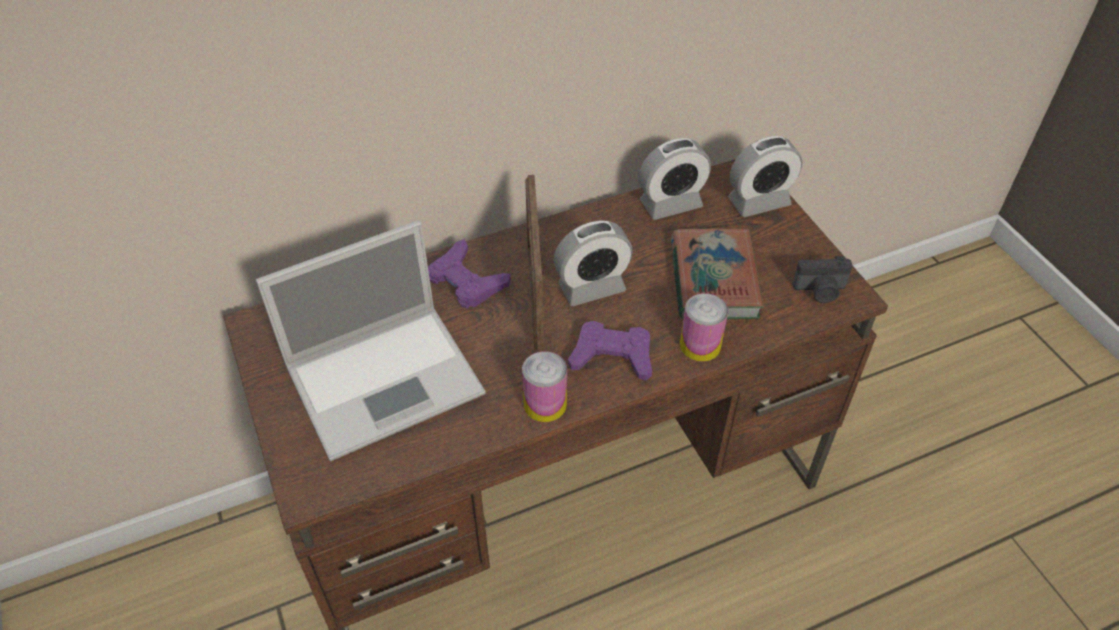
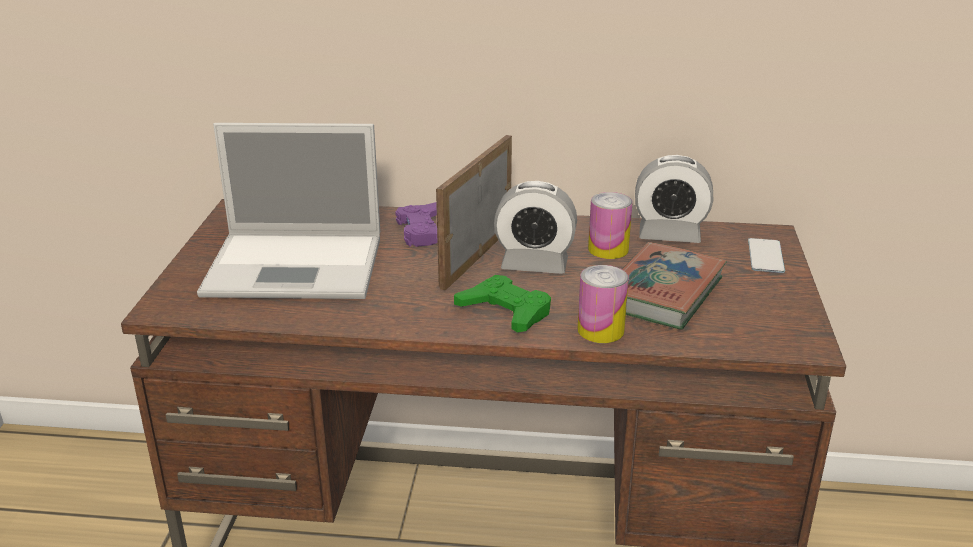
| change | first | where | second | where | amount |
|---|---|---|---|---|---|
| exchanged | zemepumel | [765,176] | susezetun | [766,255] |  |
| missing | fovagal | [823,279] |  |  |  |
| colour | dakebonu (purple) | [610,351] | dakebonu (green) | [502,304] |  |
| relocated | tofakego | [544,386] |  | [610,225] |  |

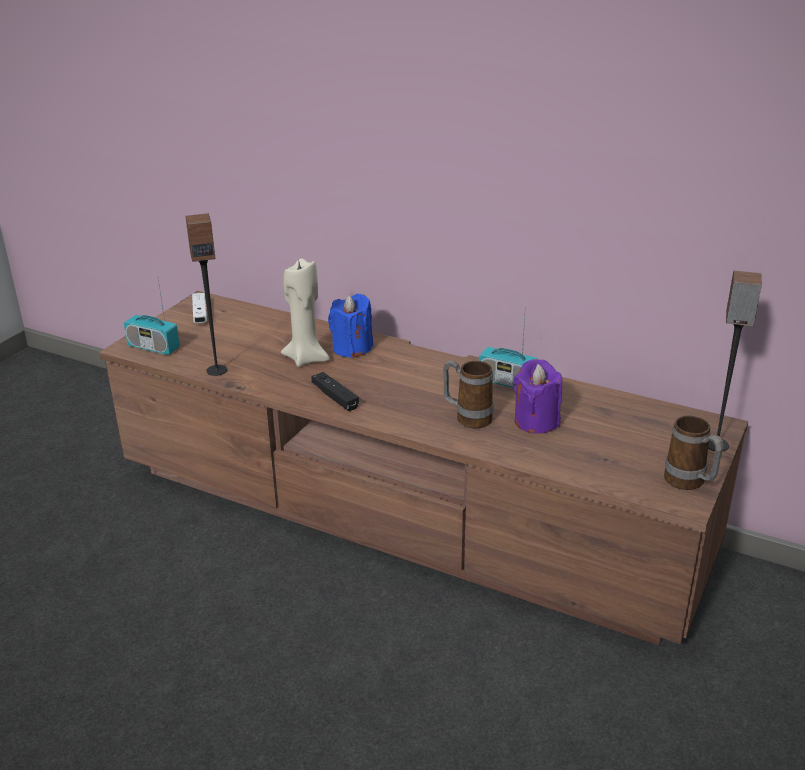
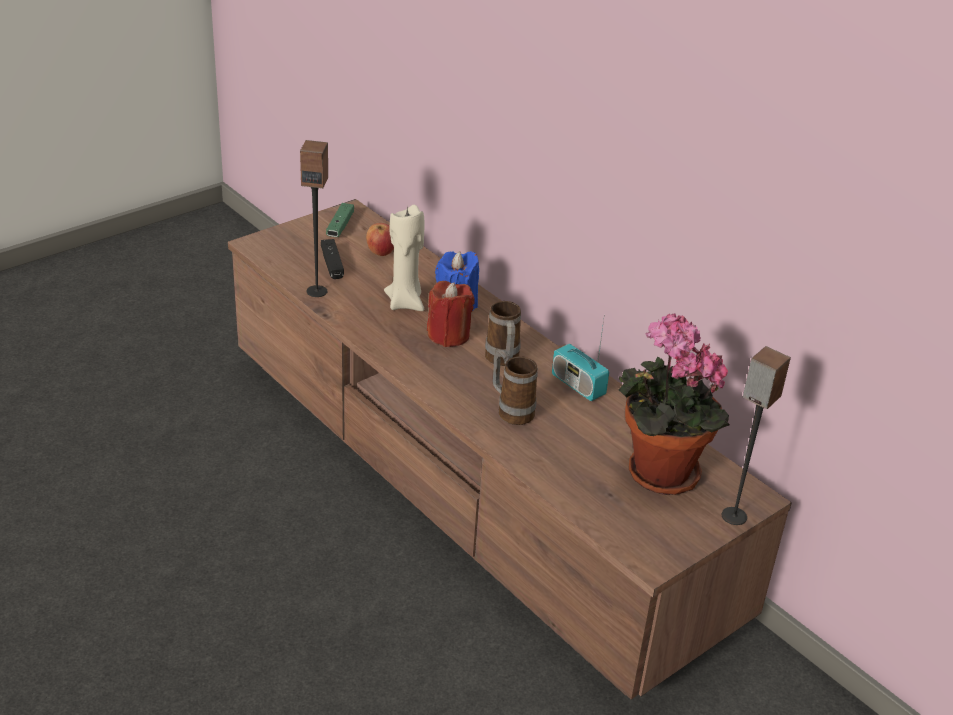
| change | first | where | second | where | amount |
|---|---|---|---|---|---|
| missing | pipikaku | [152,317] |  |  |  |
| colour | dakebonu (white) | [199,308] | dakebonu (green) | [340,220] |  |
| missing | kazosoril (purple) | [538,396] |  |  |  |
| relocated | dakebonu (black) | [335,391] |  | [332,259] |  |
| relocated | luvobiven | [694,452] |  | [503,333] |  |
| appeared |  |  | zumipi | [380,239] |  |
| appeared |  |  | kazosoril (red) | [451,314] |  |
| appeared |  |  | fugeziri | [674,404] |  |

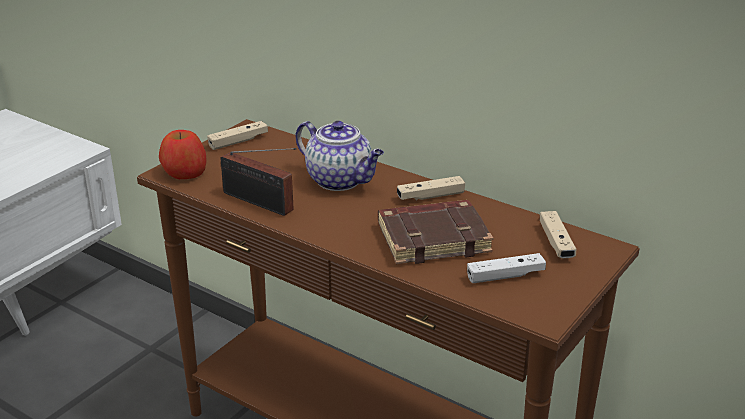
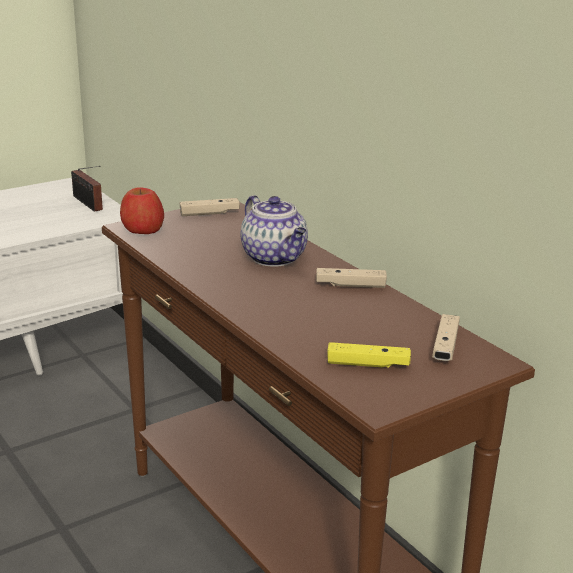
| change | first | where | second | where | amount |
|---|---|---|---|---|---|
| relocated | pipikaku | [258,182] |  | [87,189] |  |
| missing | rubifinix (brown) | [436,232] |  |  |  |
| colour | dakebonu (white) | [506,268] | dakebonu (yellow) | [369,355] |  |

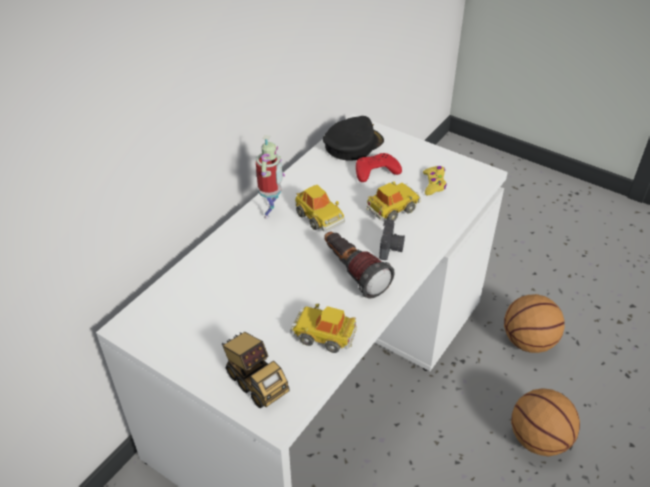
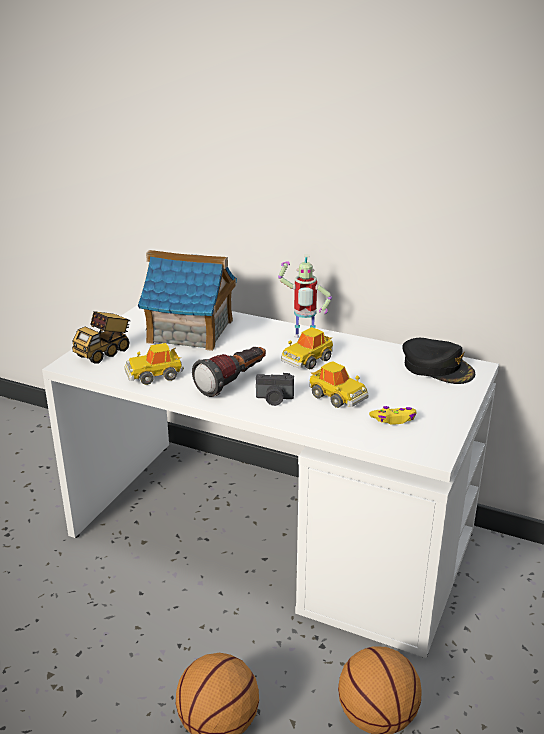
| change | first | where | second | where | amount |
|---|---|---|---|---|---|
| missing | dakebonu (red) | [379,167] |  |  |  |
| spun | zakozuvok | [323,328] |  | [154,364] | 120 degrees counterclockwise |
| appeared |  |  | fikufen | [187,300] |  |

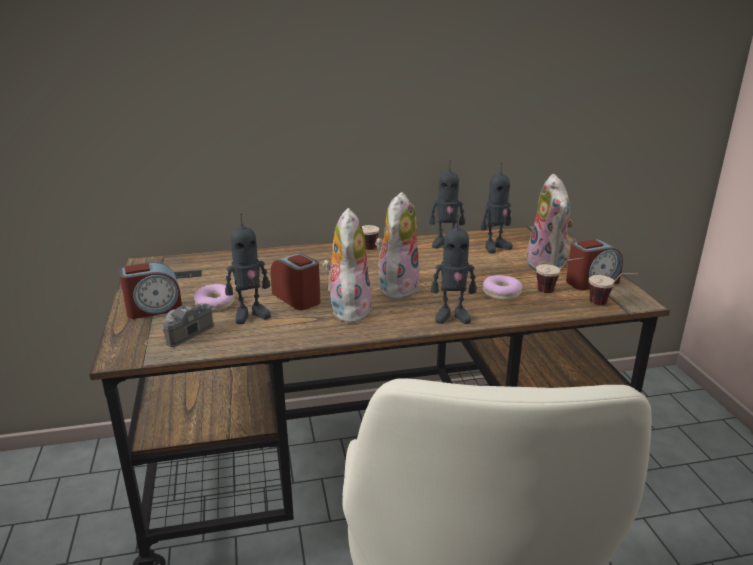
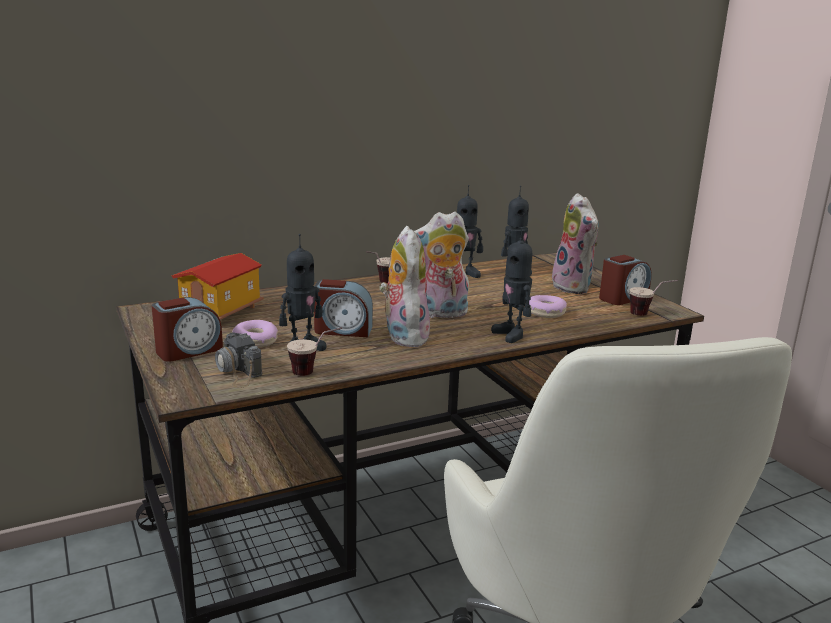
| change | first | where | second | where | amount |
|---|---|---|---|---|---|
| spun | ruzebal | [397,246] |  | [441,264] | 105 degrees counterclockwise |
| spun | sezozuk | [454,269] |  | [511,285] | 75 degrees clockwise |
| spun | zemepumel | [295,281] |  | [343,308] | 150 degrees clockwise |
| relocated | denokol | [560,275] |  | [314,351] |  |
| spun | fovagal | [179,325] |  | [238,360] | 60 degrees counterclockwise |
| appeared |  |  | fikufen | [217,286] |  |

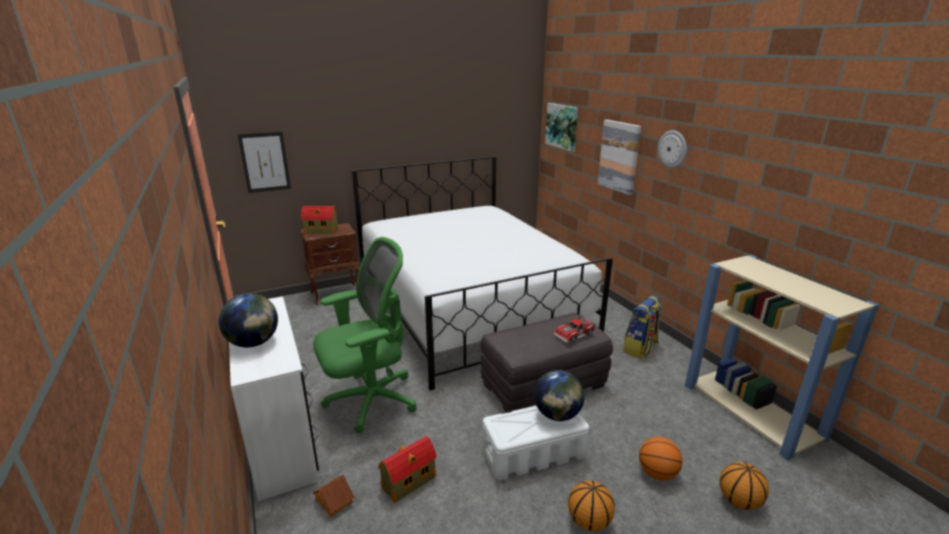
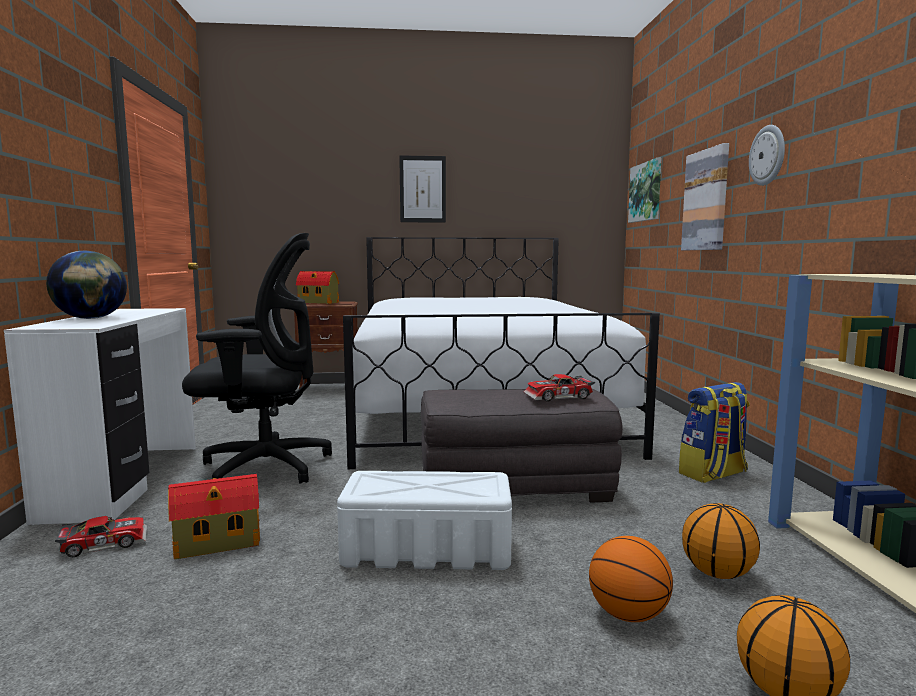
| change | first | where | second | where | amount |
|---|---|---|---|---|---|
| relocated | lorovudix | [264,162] |  | [422,189] |  |
| colour | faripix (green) | [365,335] | faripix (black) | [257,358] |  |
| missing | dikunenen | [559,395] |  |  |  |
| exchanged | fikufen | [334,495] | zakozuvok | [101,536] |  |
| relocated | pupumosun | [591,506] |  | [721,541] |  |

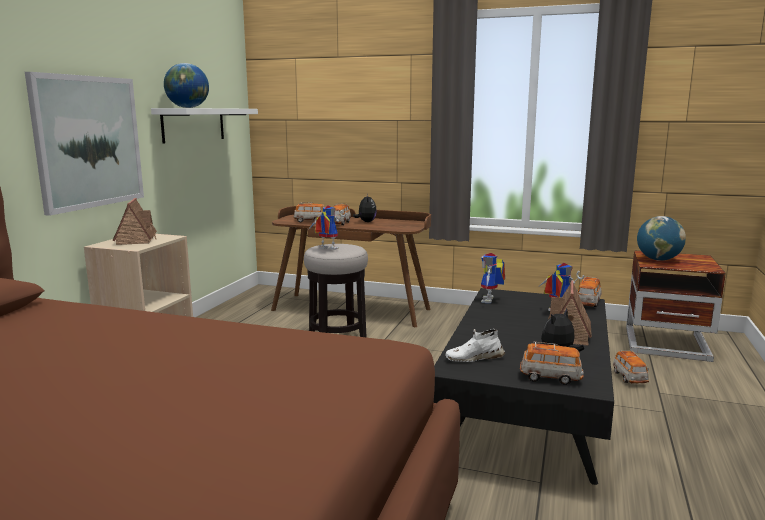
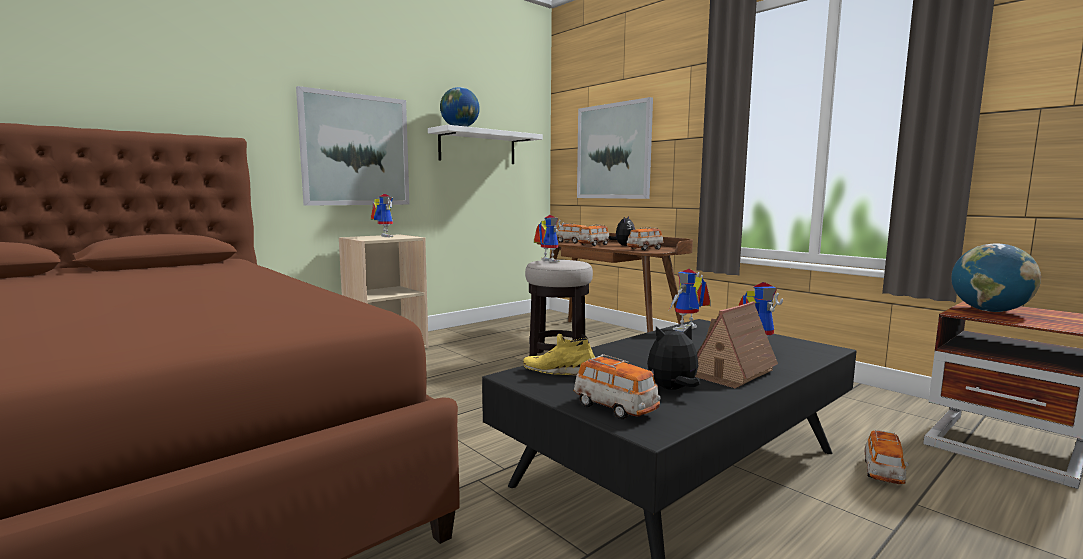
| change | first | where | second | where | amount |
|---|---|---|---|---|---|
| exchanged | fikufen | [134,221] | sezozuk | [382,215] |  |
| relocated | zakozuvok | [589,291] |  | [645,239] |  |
| colour | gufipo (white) | [475,345] | gufipo (yellow) | [559,355] |  |
| appeared |  |  | lorovudix | [615,148] |  |

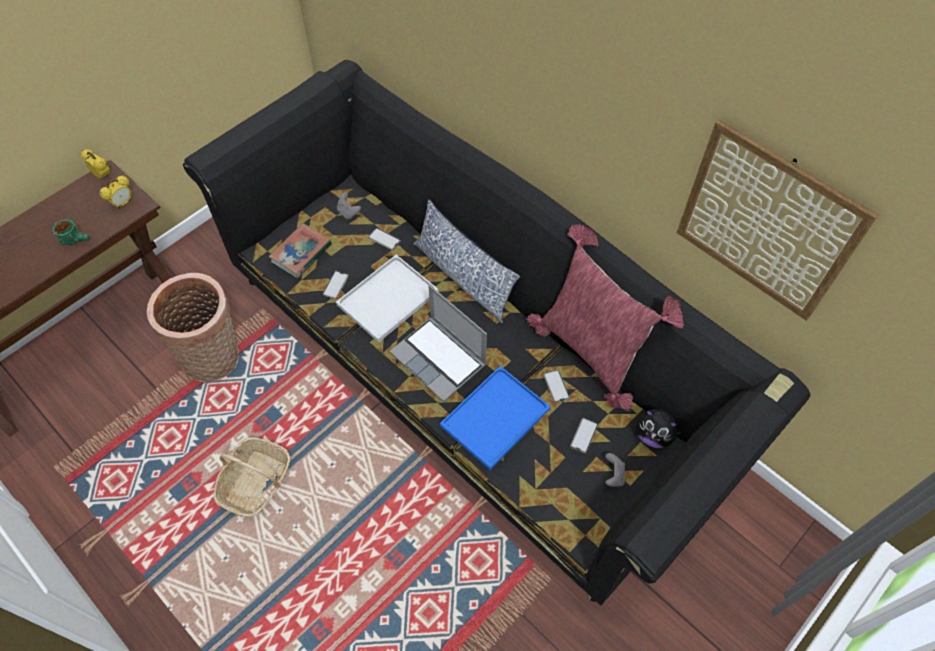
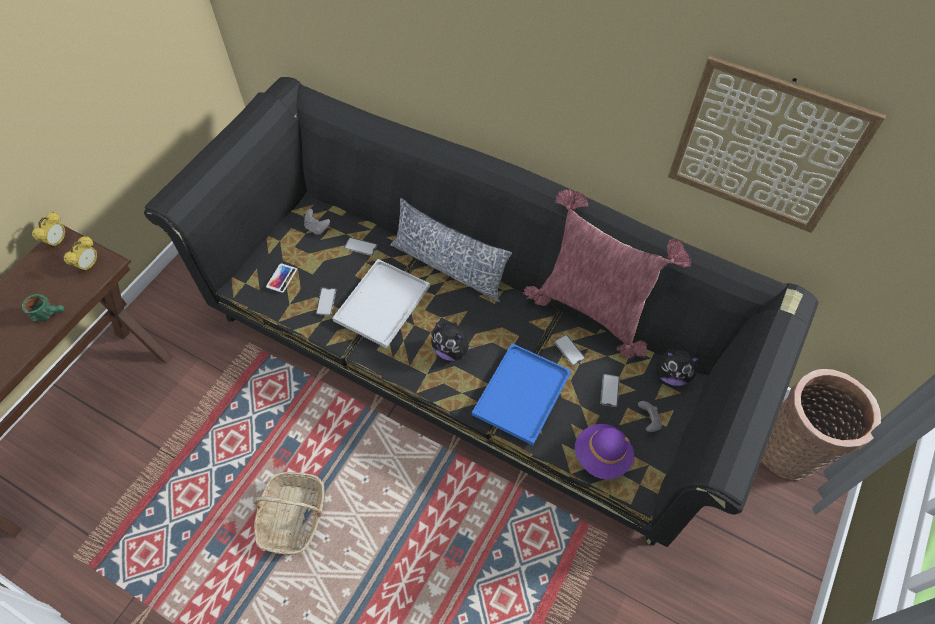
| change | first | where | second | where | amount |
|---|---|---|---|---|---|
| spun | zemepumel | [95,164] |  | [48,230] | 90 degrees clockwise |
| exchanged | rubifinix | [300,250] | susezetun | [281,278] |  |
| relocated | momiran | [192,328] |  | [821,424] |  |
| exchanged | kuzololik | [438,343] | ruzebal | [453,341] |  |
| appeared |  |  | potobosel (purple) | [604,451] |  |

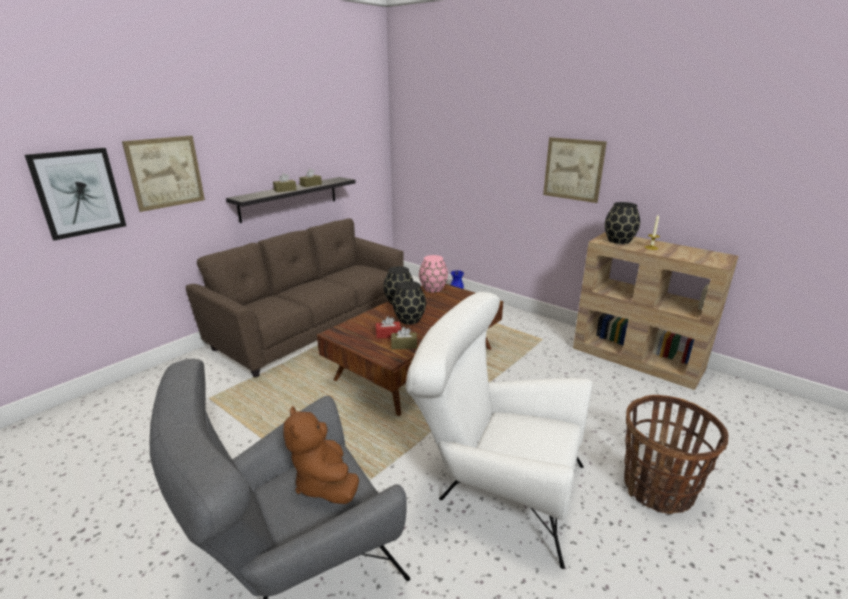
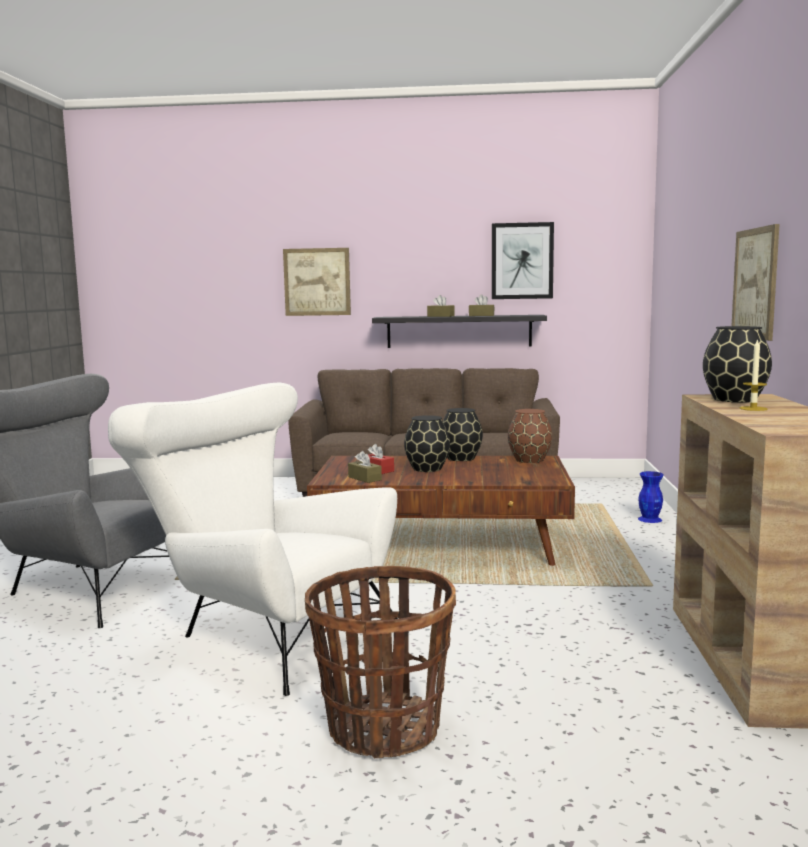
| change | first | where | second | where | amount |
|---|---|---|---|---|---|
| relocated | lorovudix | [75,194] |  | [523,260] |  |
| colour | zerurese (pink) | [433,274] | zerurese (brown) | [530,436] |  |
| spun | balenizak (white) | [499,430] |  | [253,539] | 45 degrees counterclockwise |
| missing | ruzebal (brown) | [321,455] |  |  |  |

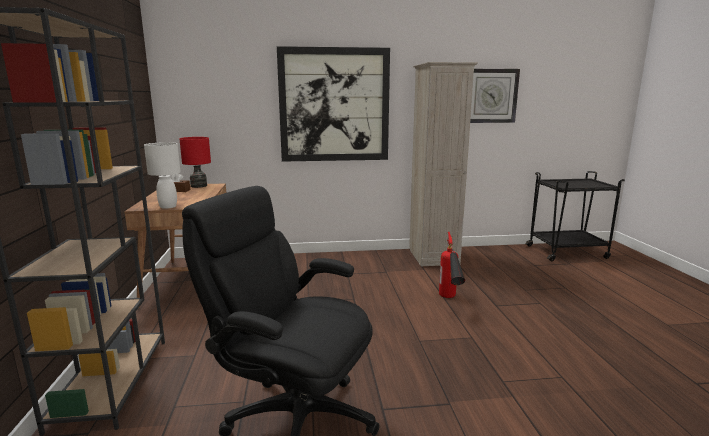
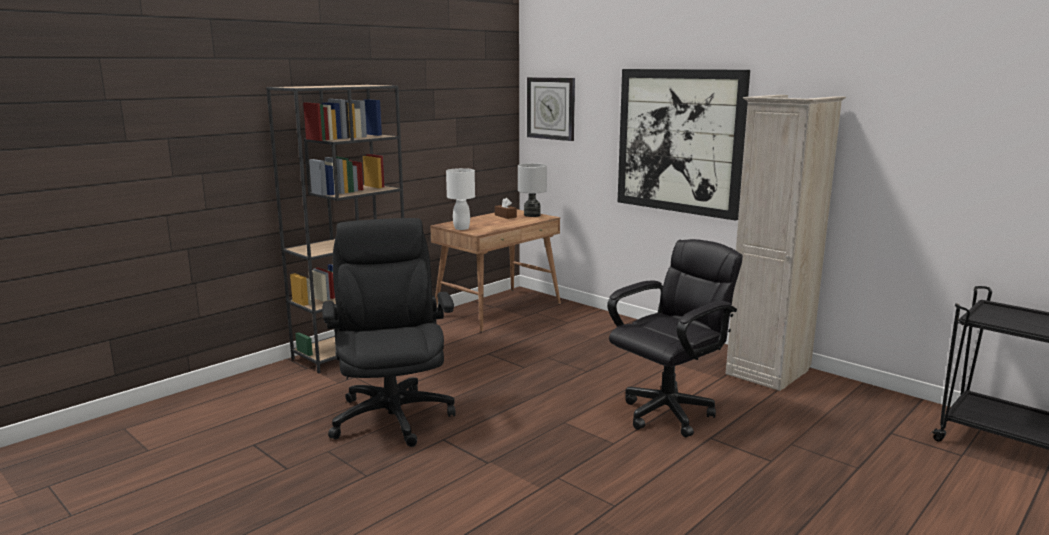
| change | first | where | second | where | amount |
|---|---|---|---|---|---|
| relocated | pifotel | [495,96] |  | [551,109] |  |
| colour | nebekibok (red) | [195,162] | nebekibok (grey) | [532,190] |  |
| exchanged | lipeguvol | [452,265] | faripix (black) | [675,338] |  |

